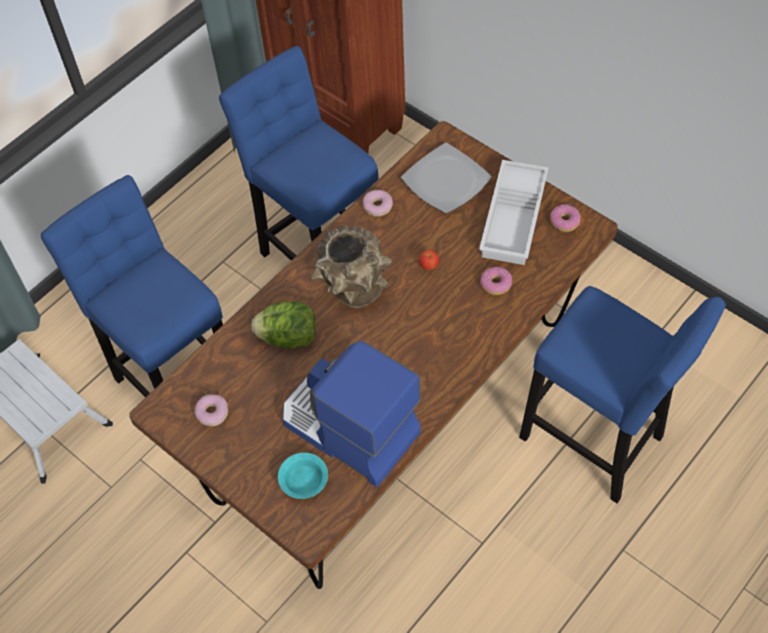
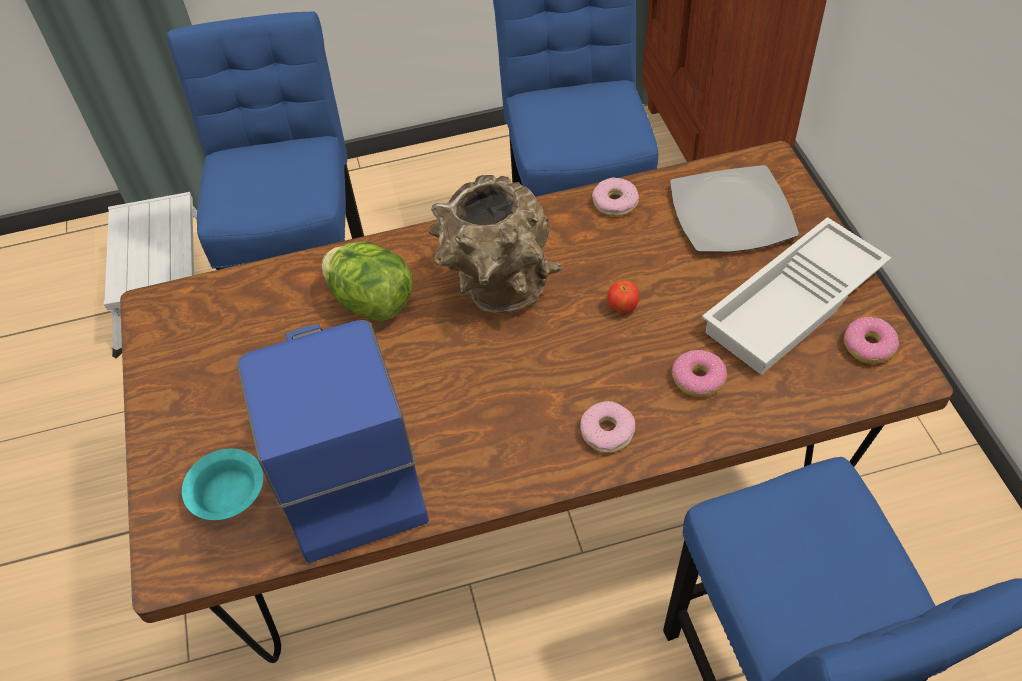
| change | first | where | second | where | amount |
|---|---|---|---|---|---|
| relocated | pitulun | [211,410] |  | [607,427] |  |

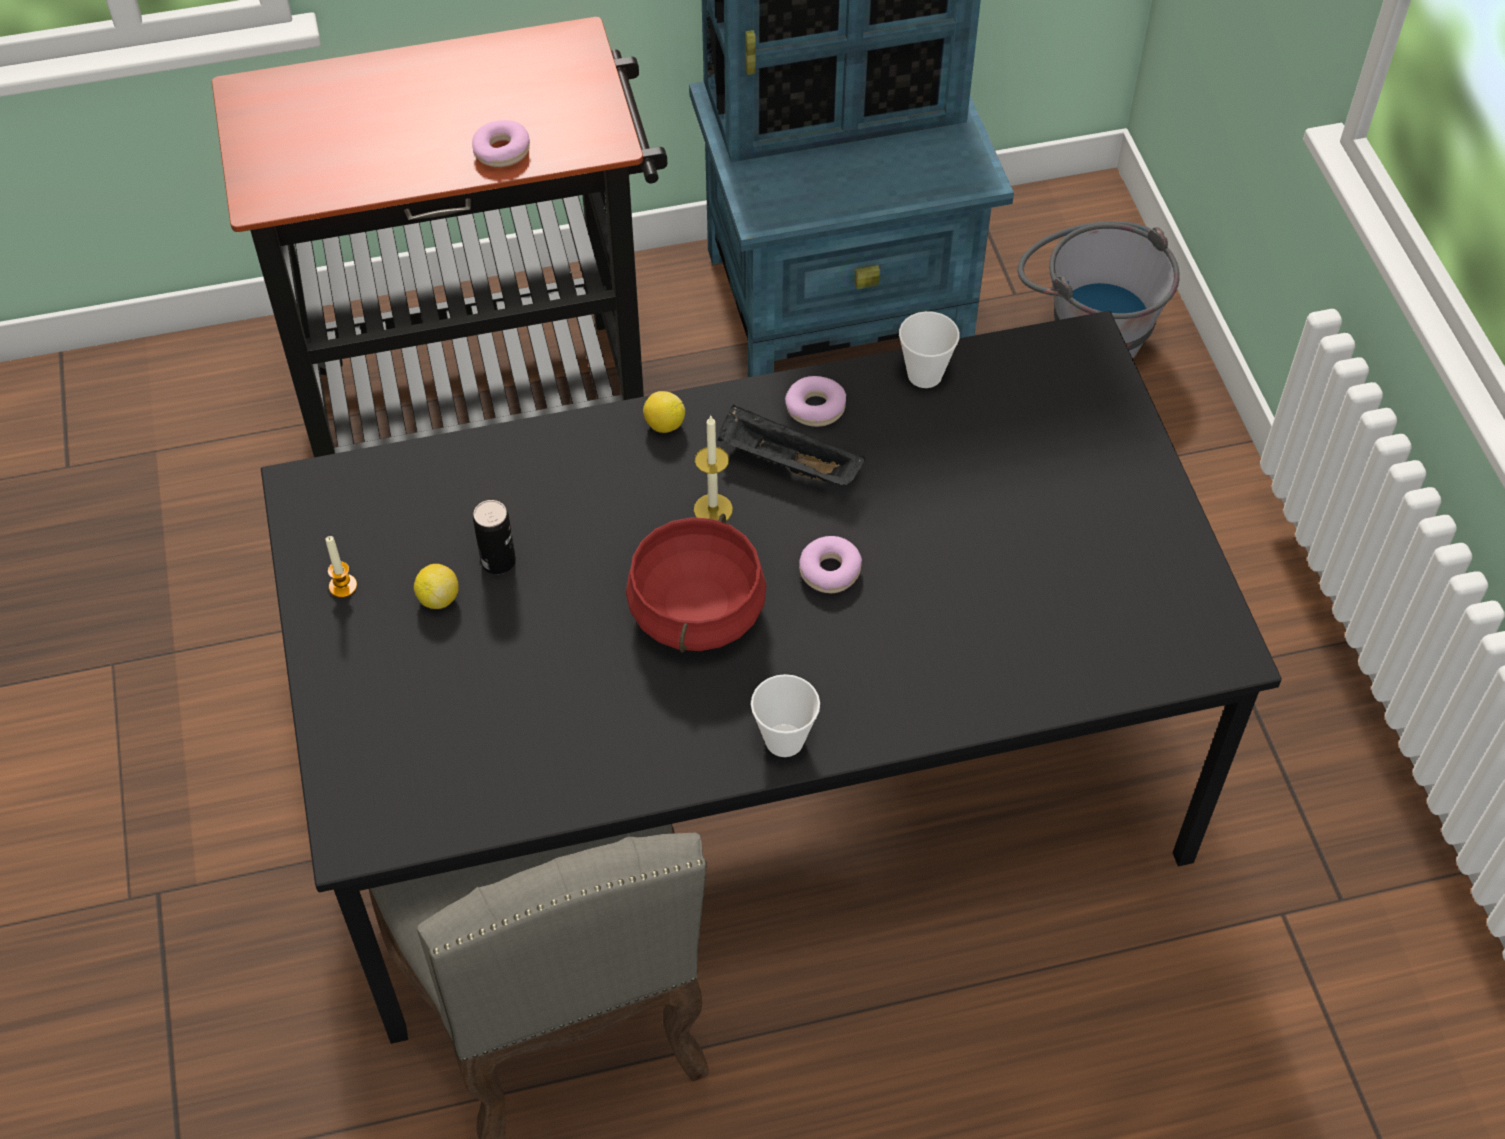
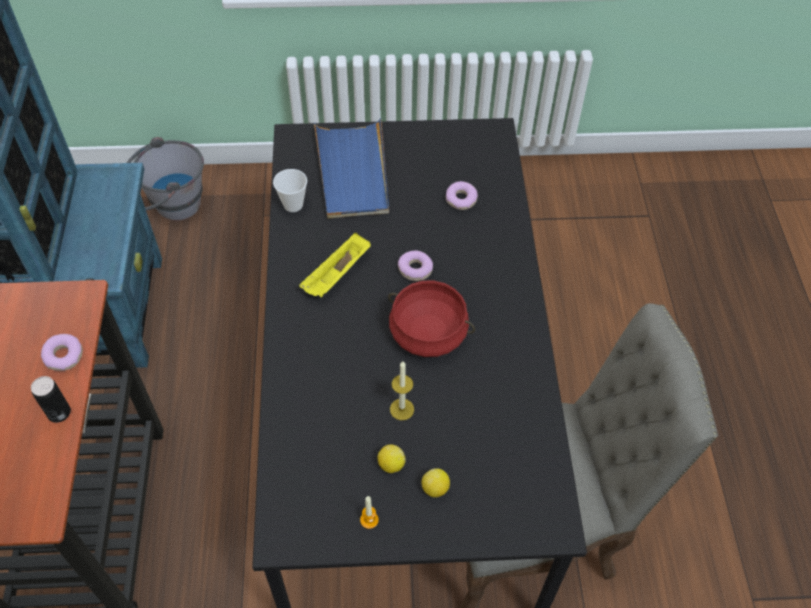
| change | first | where | second | where | amount |
|---|---|---|---|---|---|
| relocated | pitulun | [815,401] |  | [462,195] |  |
| relocated | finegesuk | [664,412] |  | [435,482] |  |
| colour | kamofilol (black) | [791,445] | kamofilol (yellow) | [335,265] |  |
| relocated | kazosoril | [713,468] |  | [402,390] |  |
| relocated | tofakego | [494,537] |  | [51,399] |  |
| missing | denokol | [785,715] |  |  |  |
| appeared |  |  | kamofilol (blue) | [351,168] |  |

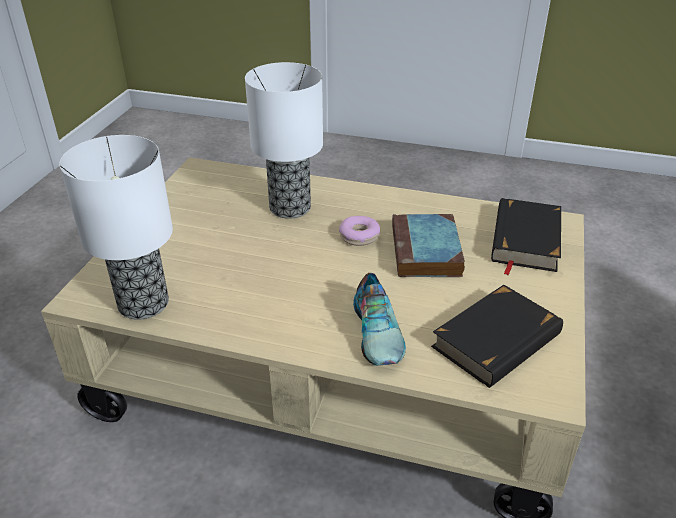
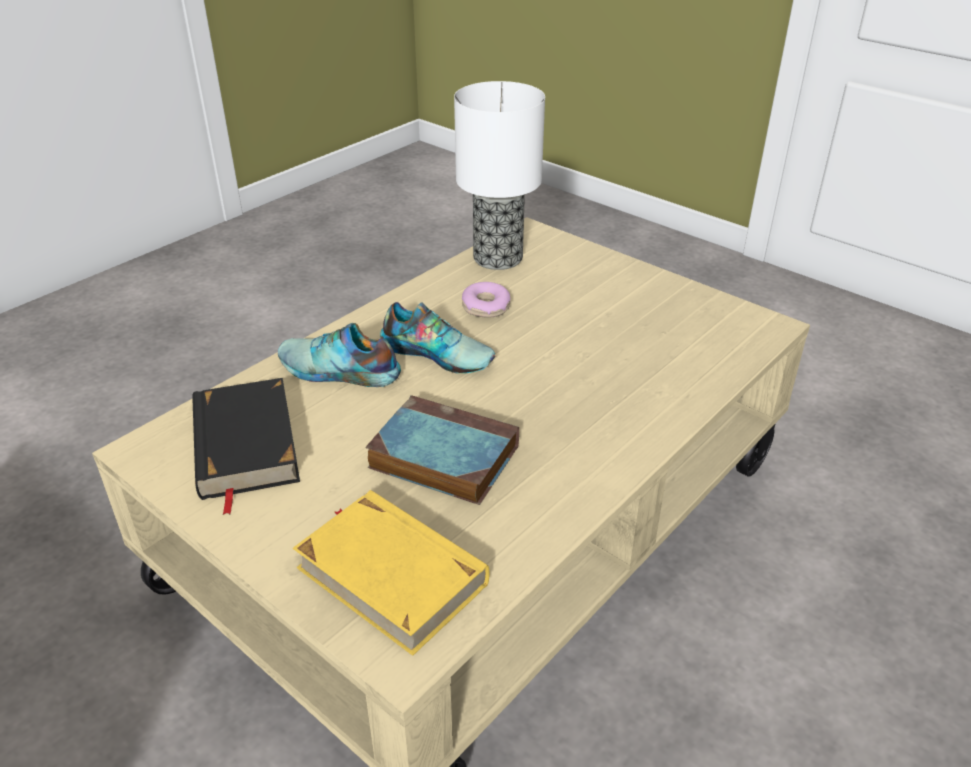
| change | first | where | second | where | amount |
|---|---|---|---|---|---|
| missing | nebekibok | [284,140] |  |  |  |
| colour | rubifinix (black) | [526,236] | rubifinix (yellow) | [391,573] |  |
| relocated | pitulun | [359,231] |  | [486,300] |  |
| appeared |  |  | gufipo | [437,338] |  |

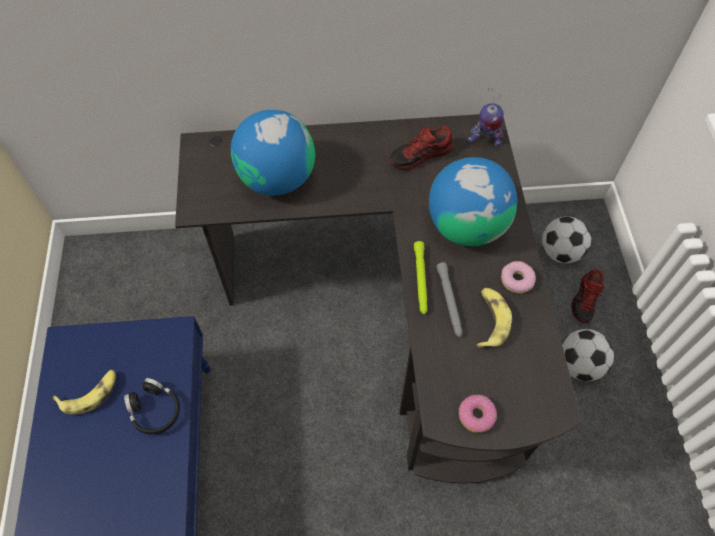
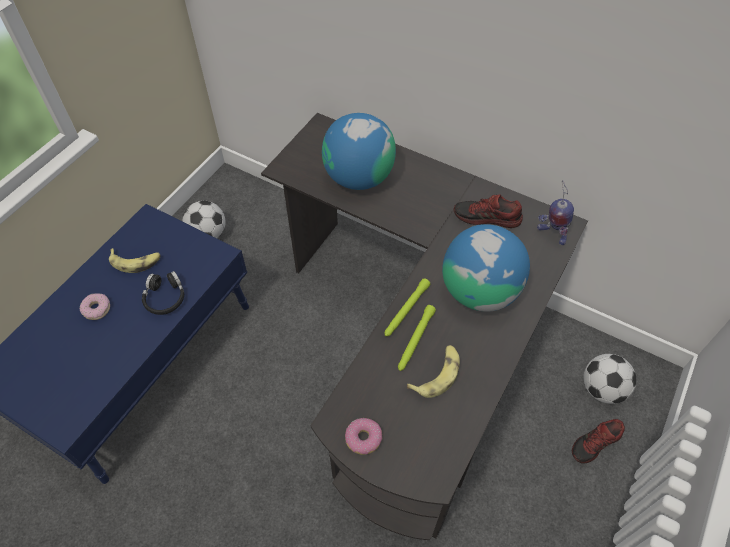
| change | first | where | second | where | amount |
|---|---|---|---|---|---|
| relocated | pitulun | [518,277] |  | [95,306] |  |
| colour | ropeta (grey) | [449,299] | ropeta (green) | [417,338] |  |
| relocated | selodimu | [588,355] |  | [204,219] |  |

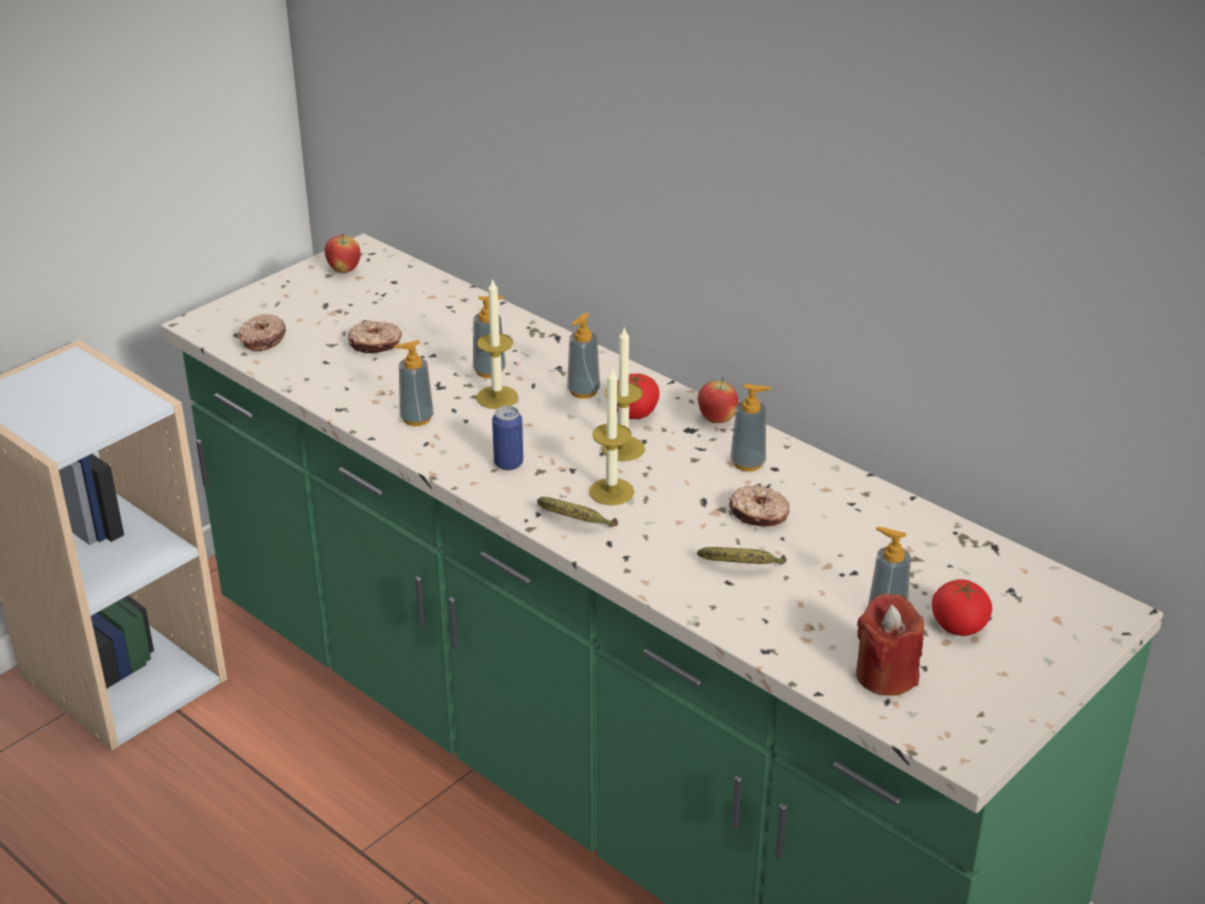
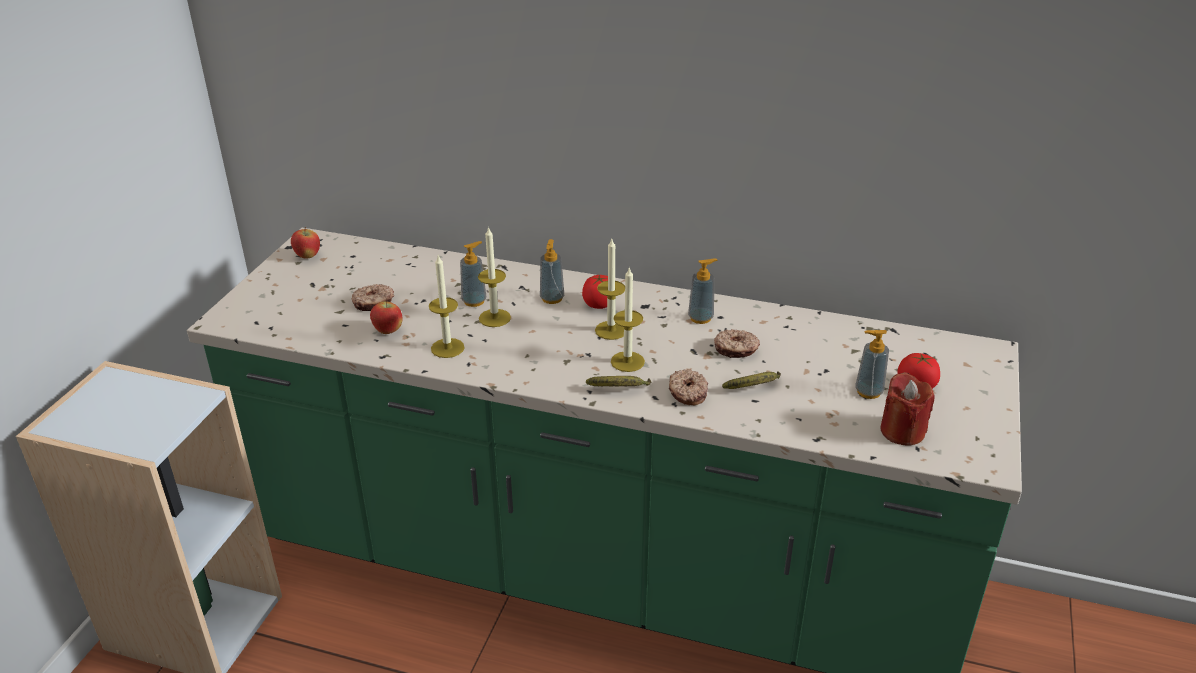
| change | first | where | second | where | amount |
|---|---|---|---|---|---|
| relocated | pitulun | [262,332] |  | [688,387] |  |
| exchanged | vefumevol | [414,383] | kazosoril | [446,306] |  |
| relocated | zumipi | [718,400] |  | [386,317] |  |
| missing | tofakego | [507,438] |  |  |  |

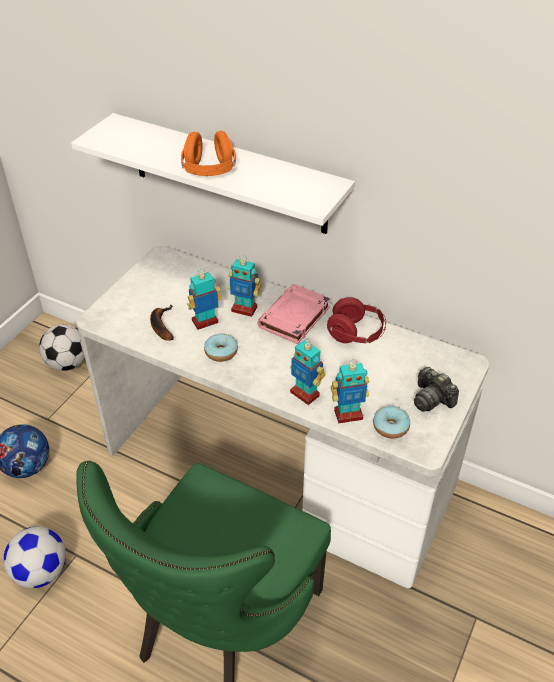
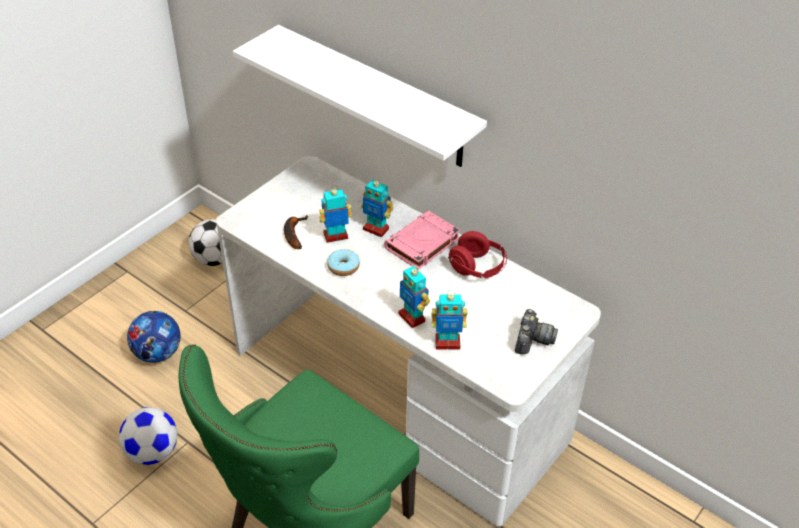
| change | first | where | second | where | amount |
|---|---|---|---|---|---|
| missing | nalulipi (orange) | [208,153] |  |  |  |
| spun | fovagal | [436,389] |  | [536,331] | 135 degrees counterclockwise |
| missing | pitulun | [391,422] |  |  |  |

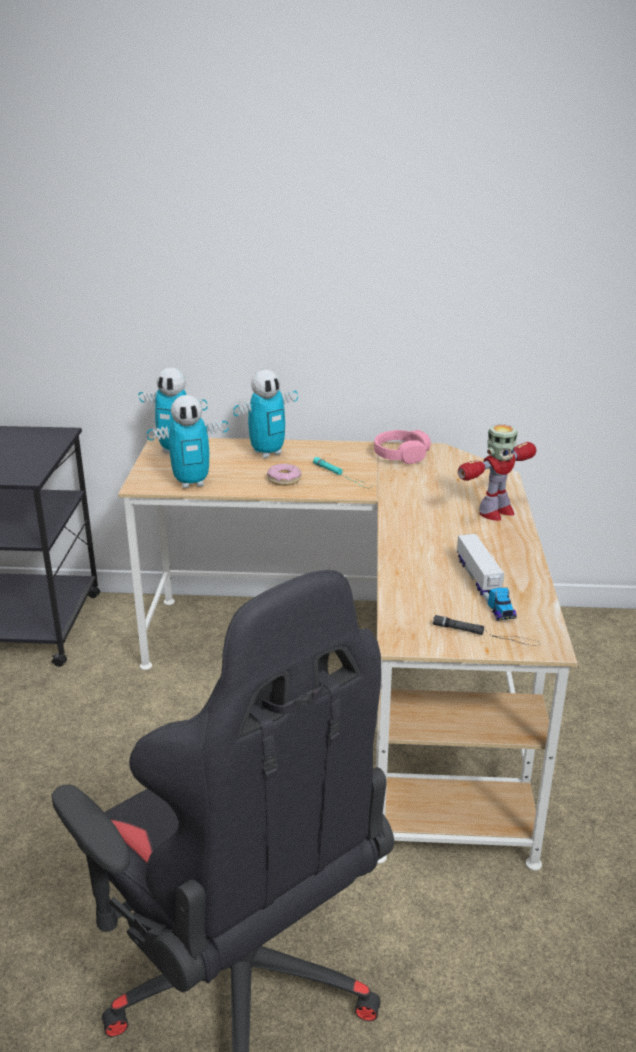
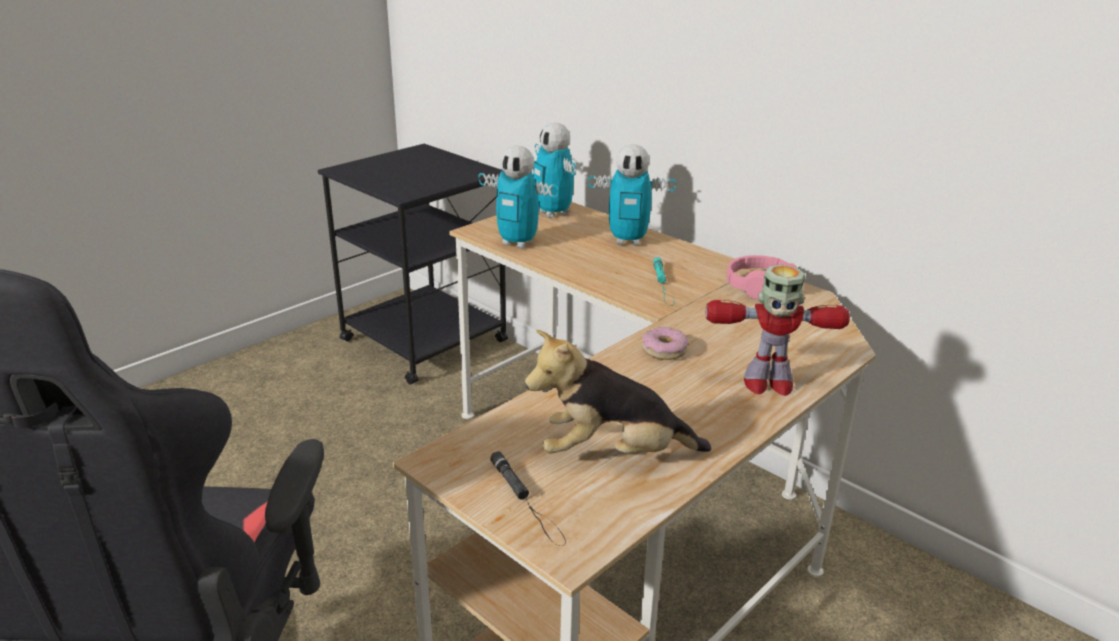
| change | first | where | second | where | amount |
|---|---|---|---|---|---|
| relocated | pitulun | [284,475] |  | [665,343] |  |
| exchanged | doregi | [487,577] | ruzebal | [618,391] |  |

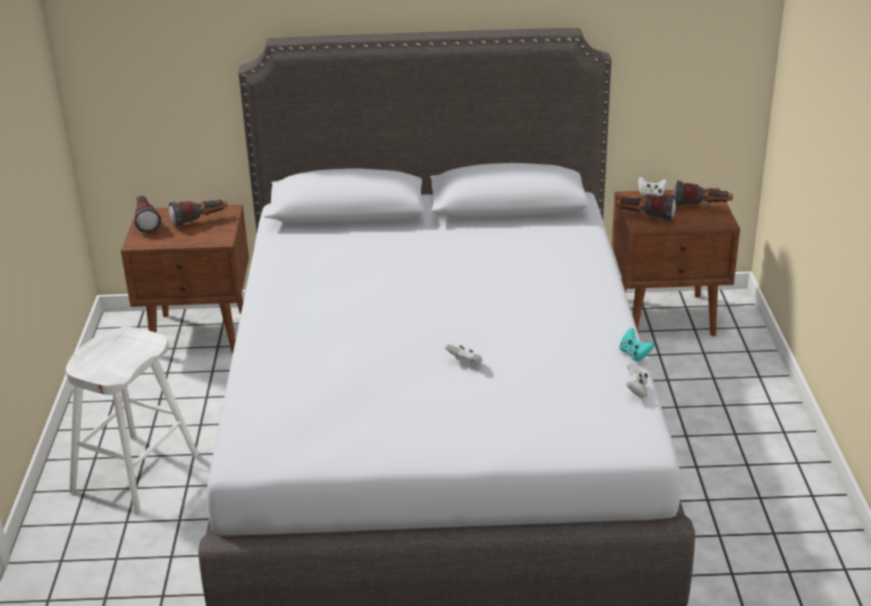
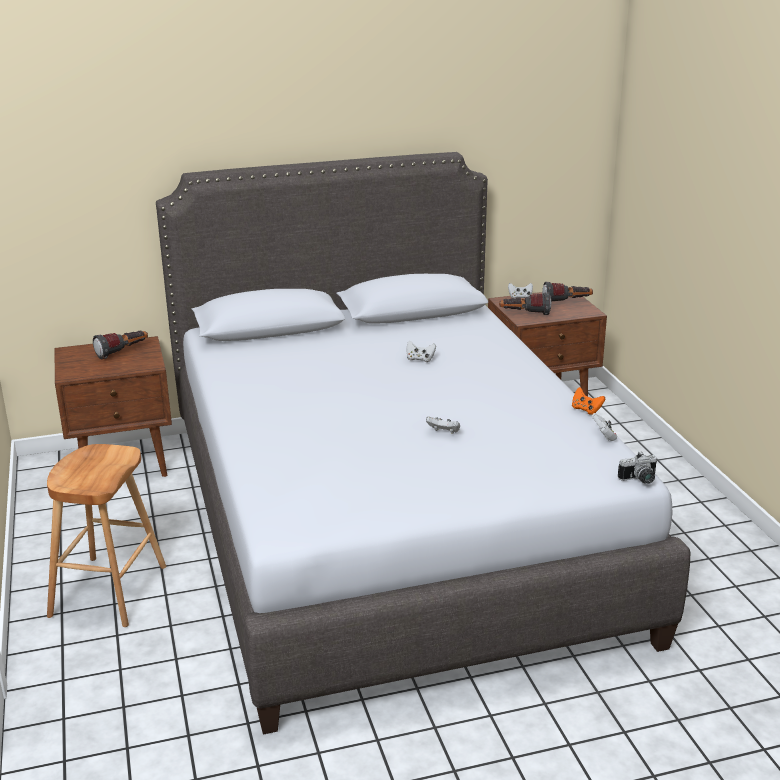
| change | first | where | second | where | amount |
|---|---|---|---|---|---|
| missing | ropeta | [147,214] |  |  |  |
| colour | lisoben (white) | [132,421] | lisoben (brown) | [106,535] |  |
| colour | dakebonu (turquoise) | [636,344] | dakebonu (orange) | [588,401] |  |
| appeared |  |  | dakebonu (white) | [421,351] |  |
| appeared |  |  | fovagal | [637,468] |  |

